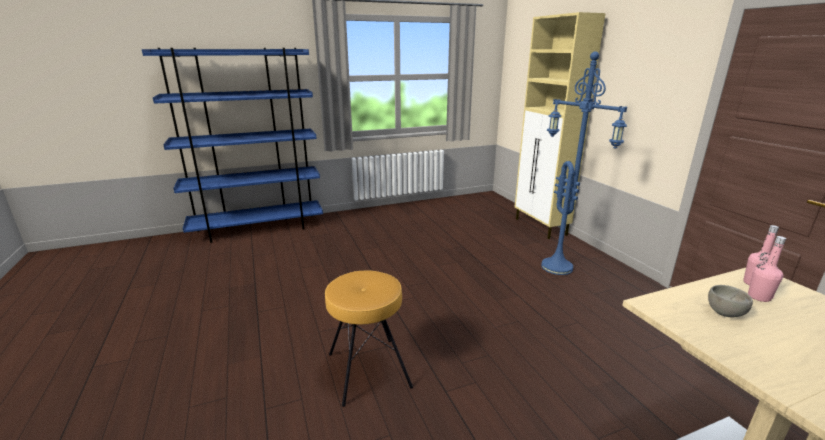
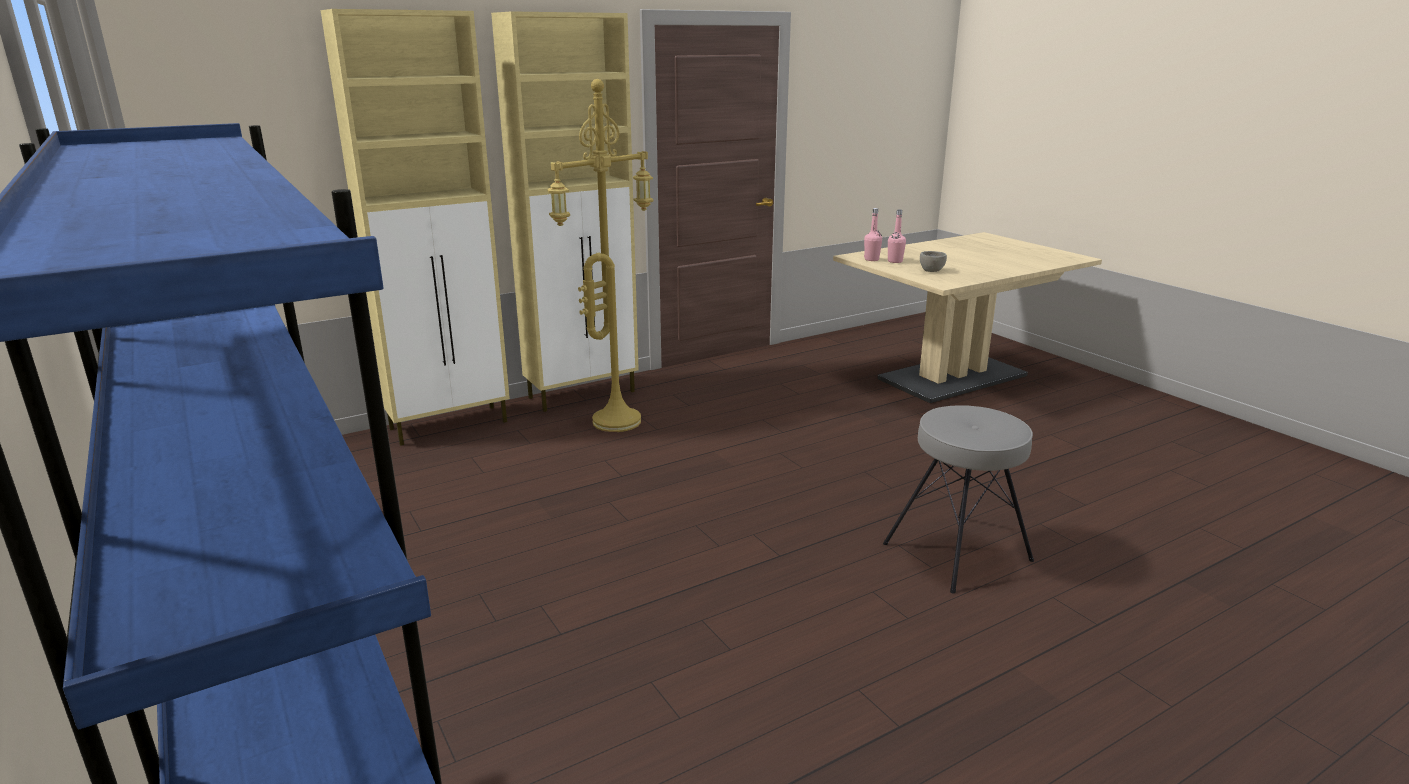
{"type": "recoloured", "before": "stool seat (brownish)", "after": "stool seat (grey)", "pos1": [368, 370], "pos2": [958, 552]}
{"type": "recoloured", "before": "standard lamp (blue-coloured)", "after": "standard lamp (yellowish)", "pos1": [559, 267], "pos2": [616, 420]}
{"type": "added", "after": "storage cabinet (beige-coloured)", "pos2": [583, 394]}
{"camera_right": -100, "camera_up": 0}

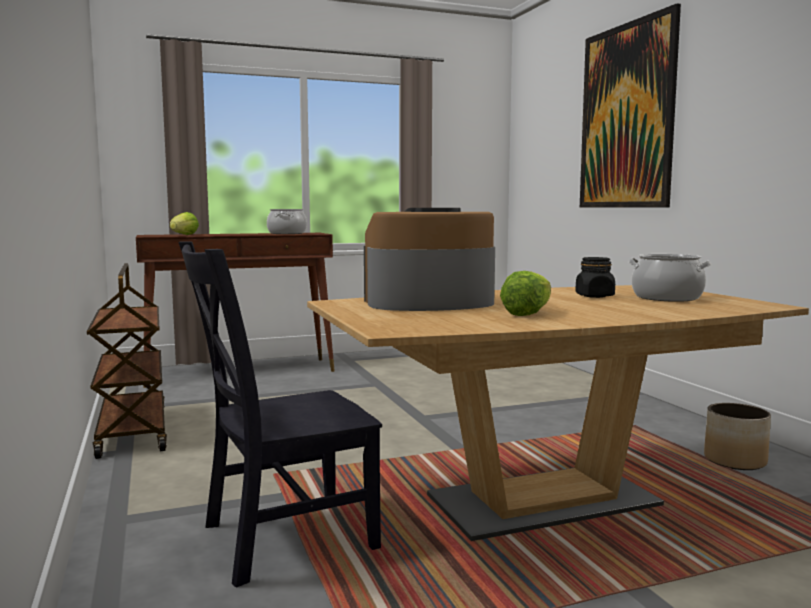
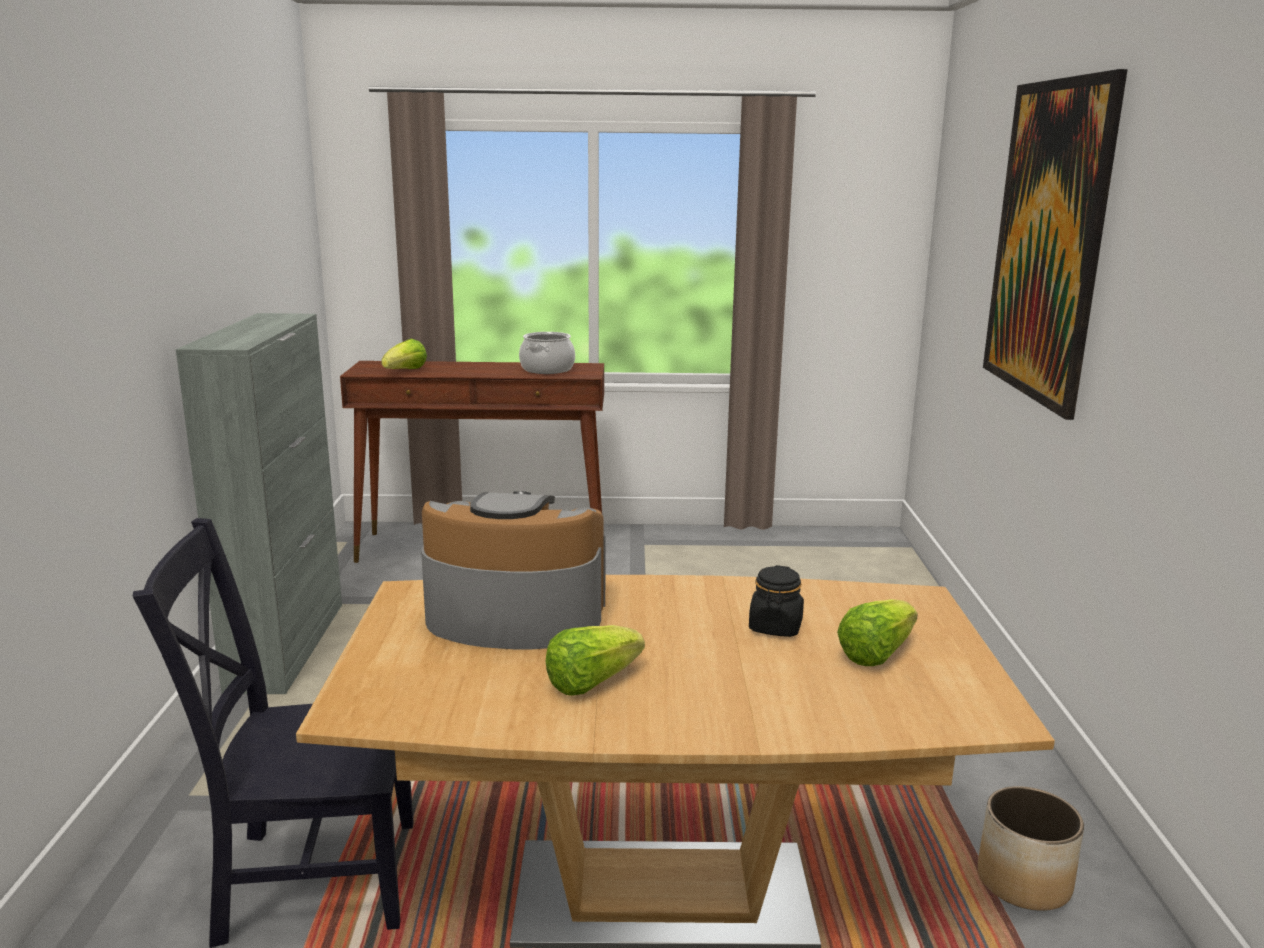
{"type": "replaced", "before": "wheeled cart (brownish)", "after": "storage cabinet (grey)", "pos1": [132, 431], "pos2": [288, 645]}
{"type": "replaced", "before": "stockpot", "after": "head of lettuce", "pos1": [666, 298], "pos2": [876, 653]}
{"camera_right": 20, "camera_up": 10}

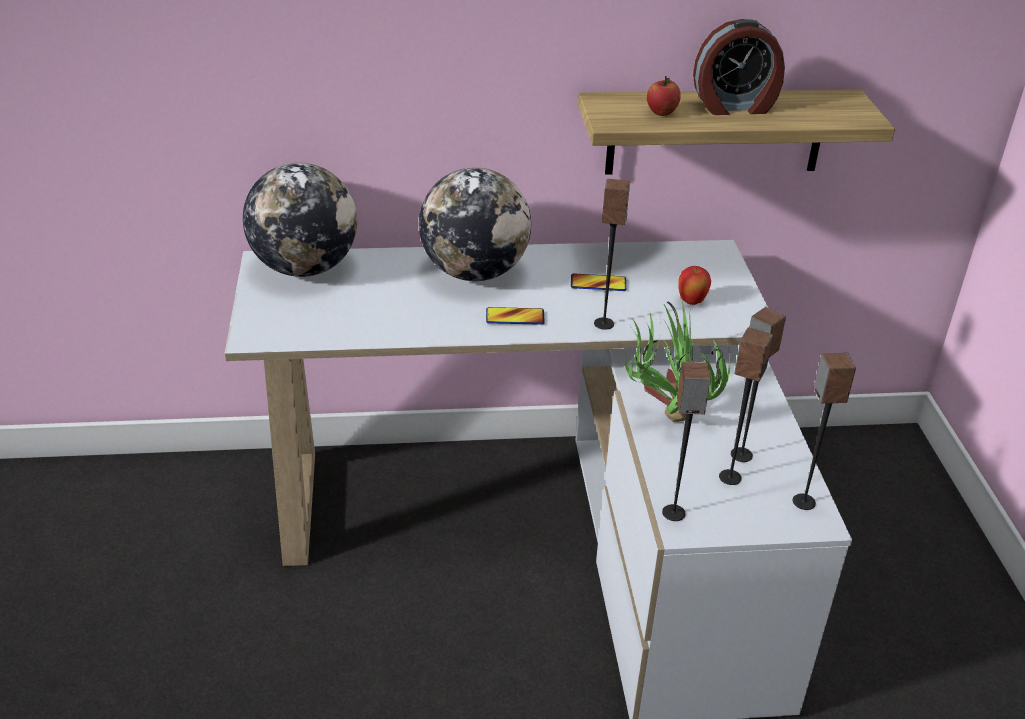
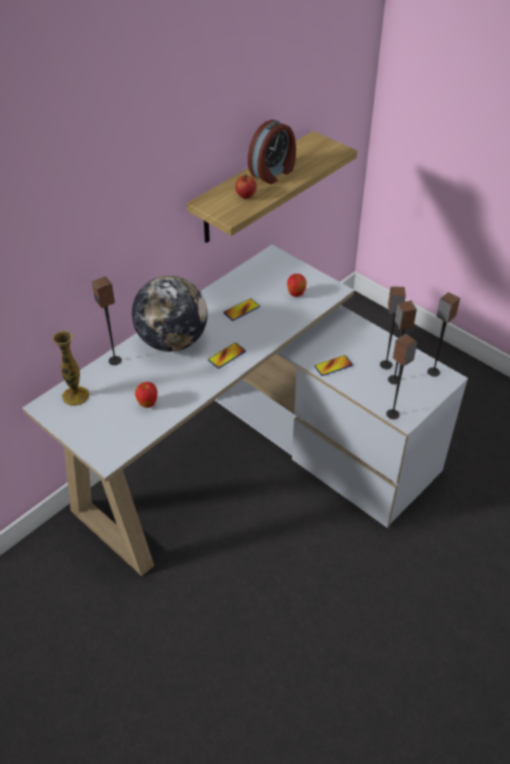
{"type": "replaced", "before": "globe", "after": "flower vase", "pos1": [304, 268], "pos2": [75, 396]}
{"type": "moved", "before": "loudspeaker", "pos1": [604, 324], "pos2": [115, 360]}
{"type": "replaced", "before": "plant in a pot", "after": "phone", "pos1": [663, 416], "pos2": [333, 366]}
{"type": "added", "after": "apple fruit", "pos2": [148, 404]}
{"camera_right": -40, "camera_up": 10}

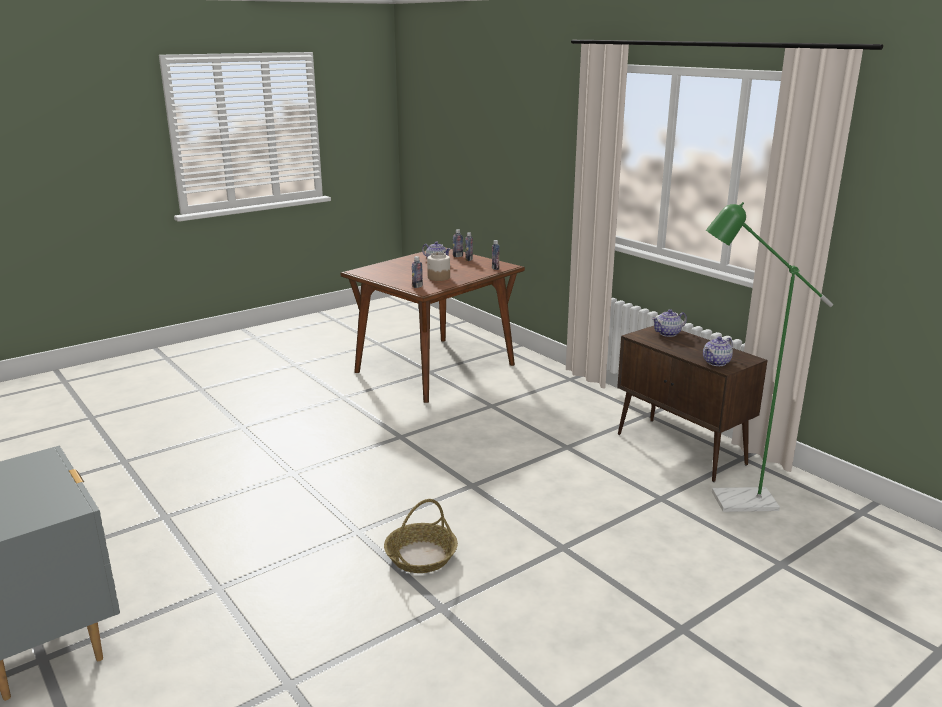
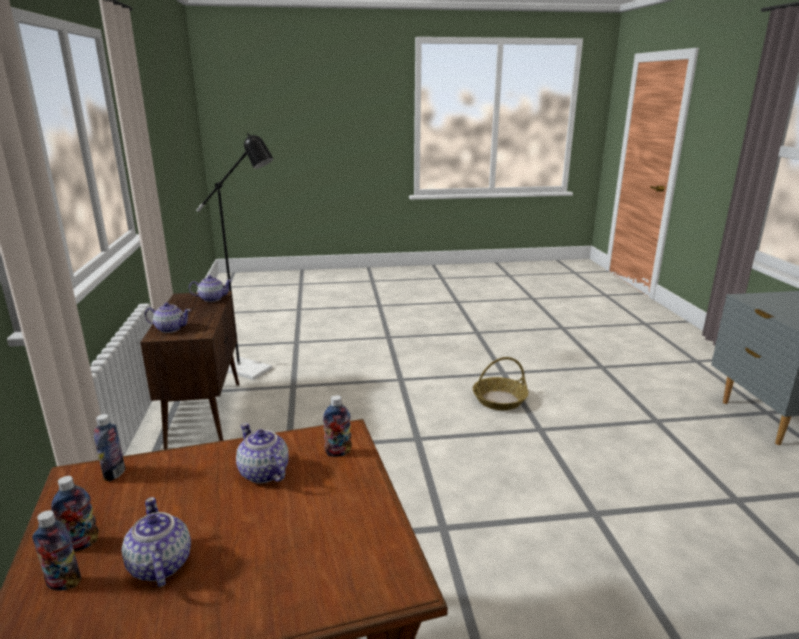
{"type": "replaced", "before": "storage jar", "after": "tea pot", "pos1": [438, 277], "pos2": [264, 473]}
{"type": "recoloured", "before": "standard lamp (greenish)", "after": "standard lamp (blackish)", "pos1": [733, 501], "pos2": [254, 371]}
{"camera_right": -150, "camera_up": 0}

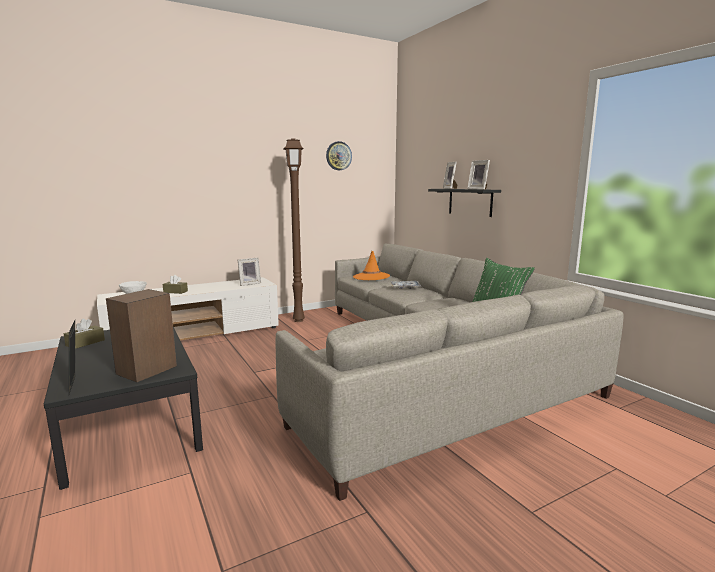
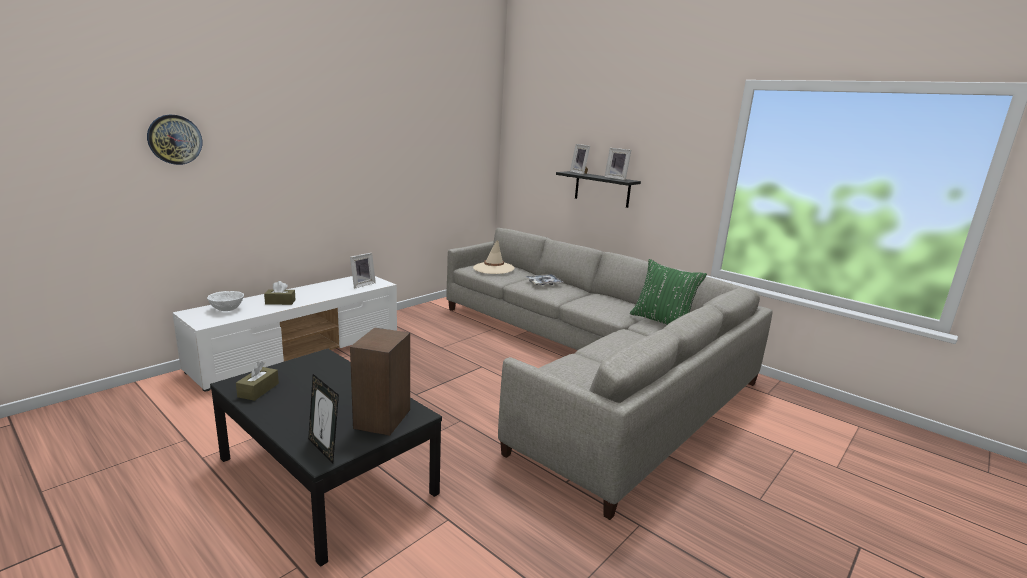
{"type": "removed", "before": "standard lamp (brownish)", "pos1": [299, 320]}
{"type": "moved", "before": "clock on the wall", "pos1": [338, 156], "pos2": [174, 139]}
{"type": "recoloured", "before": "wearable hat (orange)", "after": "wearable hat (beige-coloured)", "pos1": [371, 276], "pos2": [493, 268]}
{"camera_right": -20, "camera_up": 5}

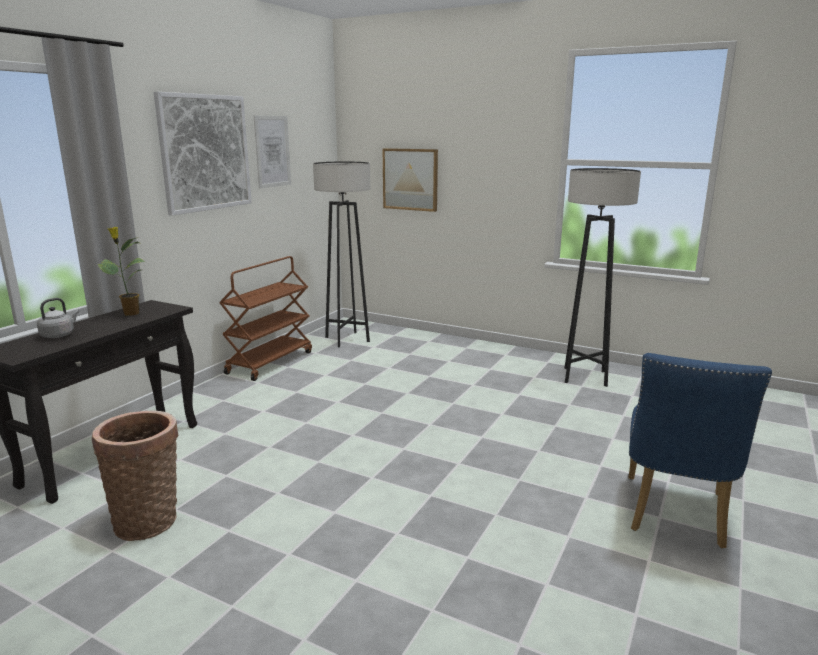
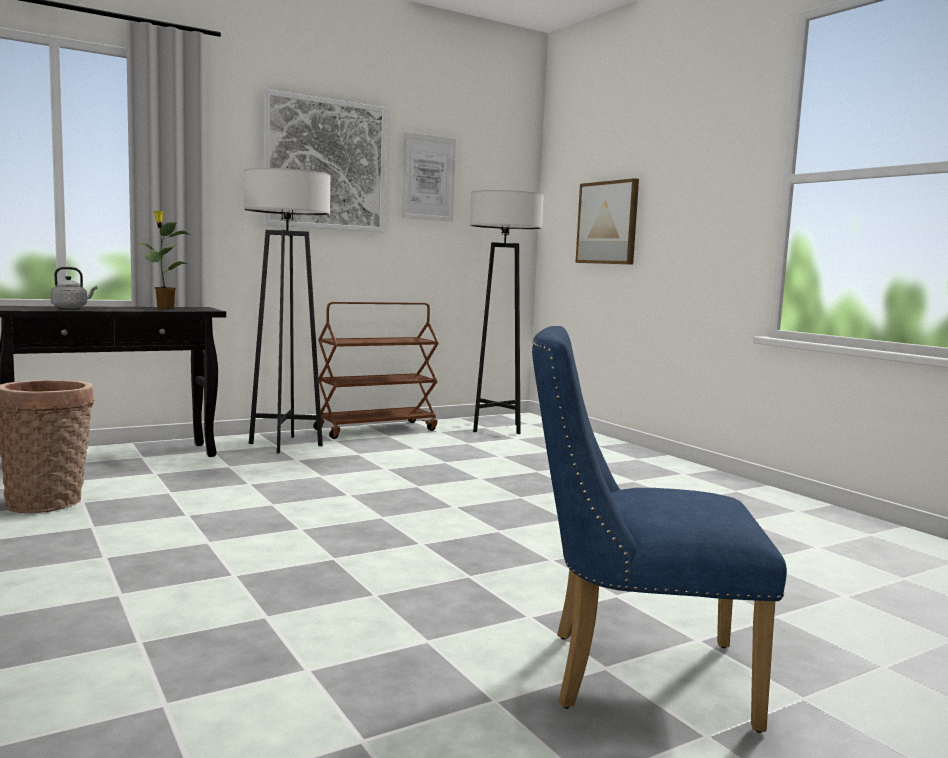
{"type": "moved", "before": "standard lamp (grey)", "pos1": [585, 377], "pos2": [285, 444]}
{"type": "turned", "before": "upright chair (blue-coloured)", "pos1": [674, 516], "pos2": [631, 674], "turn": 45}
{"camera_right": 30, "camera_up": -10}

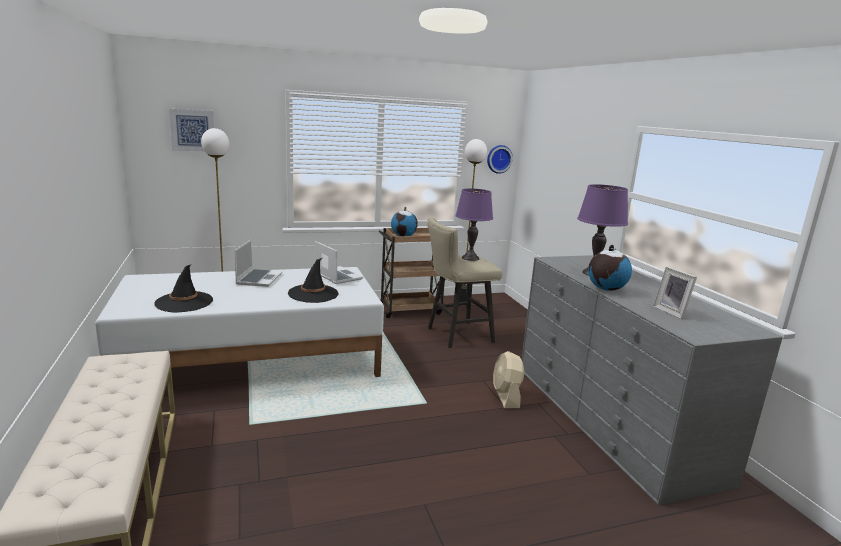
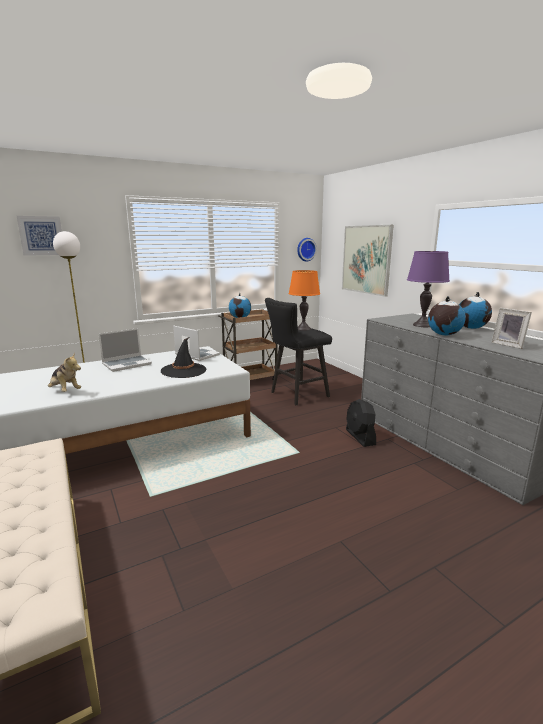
{"type": "replaced", "before": "wearable hat (blackish)", "after": "cuddly toy", "pos1": [184, 302], "pos2": [65, 391]}
{"type": "turned", "before": "laptop", "pos1": [259, 279], "pos2": [127, 364], "turn": 60}
{"type": "recoloured", "before": "stool seat (beige-coloured)", "after": "stool seat (blackish)", "pos1": [455, 335], "pos2": [296, 395]}
{"type": "recoloured", "before": "table lamp (purple-coloured)", "after": "table lamp (orange)", "pos1": [470, 258], "pos2": [303, 329]}
{"type": "removed", "before": "standard lamp", "pos1": [463, 300]}
{"type": "recoloured", "before": "cooling fan (beige-coloured)", "after": "cooling fan (blackish)", "pos1": [506, 396], "pos2": [360, 437]}
{"type": "added", "after": "wall art", "pos2": [366, 259]}
{"type": "added", "after": "globe", "pos2": [471, 328]}
{"camera_right": -10, "camera_up": 0}

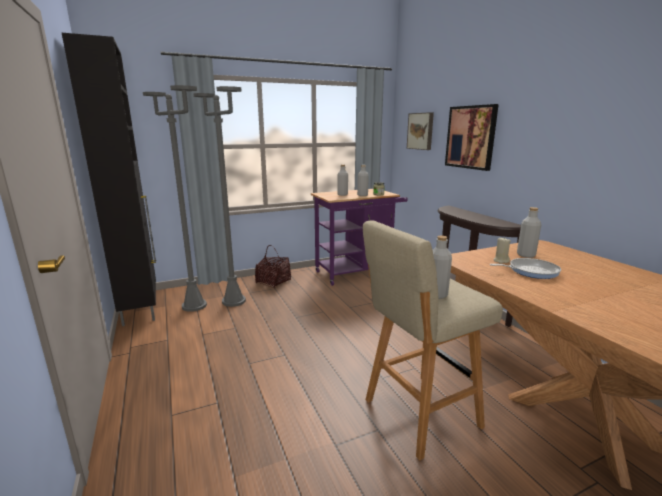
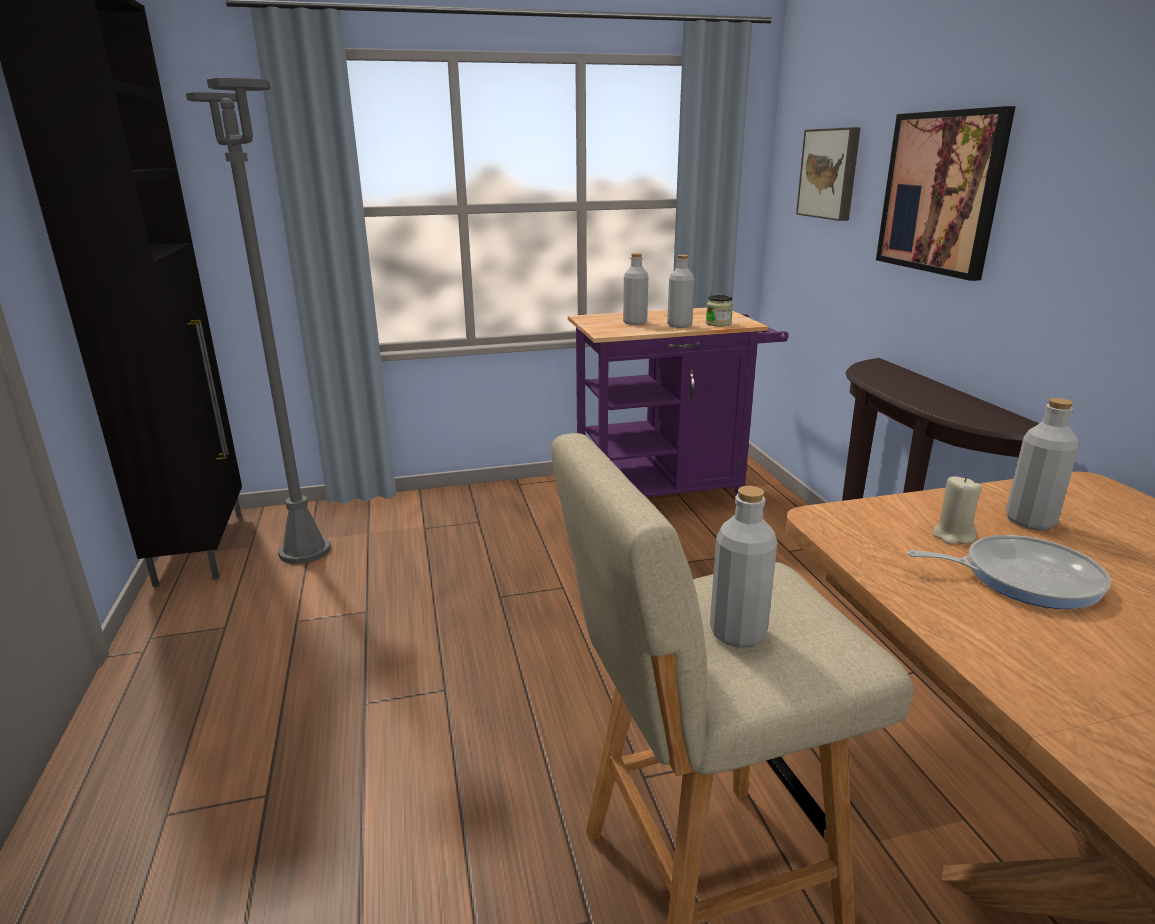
{"type": "removed", "before": "standard lamp (grey)", "pos1": [234, 301]}
{"type": "removed", "before": "storage basket", "pos1": [273, 281]}
{"camera_right": 10, "camera_up": 5}

